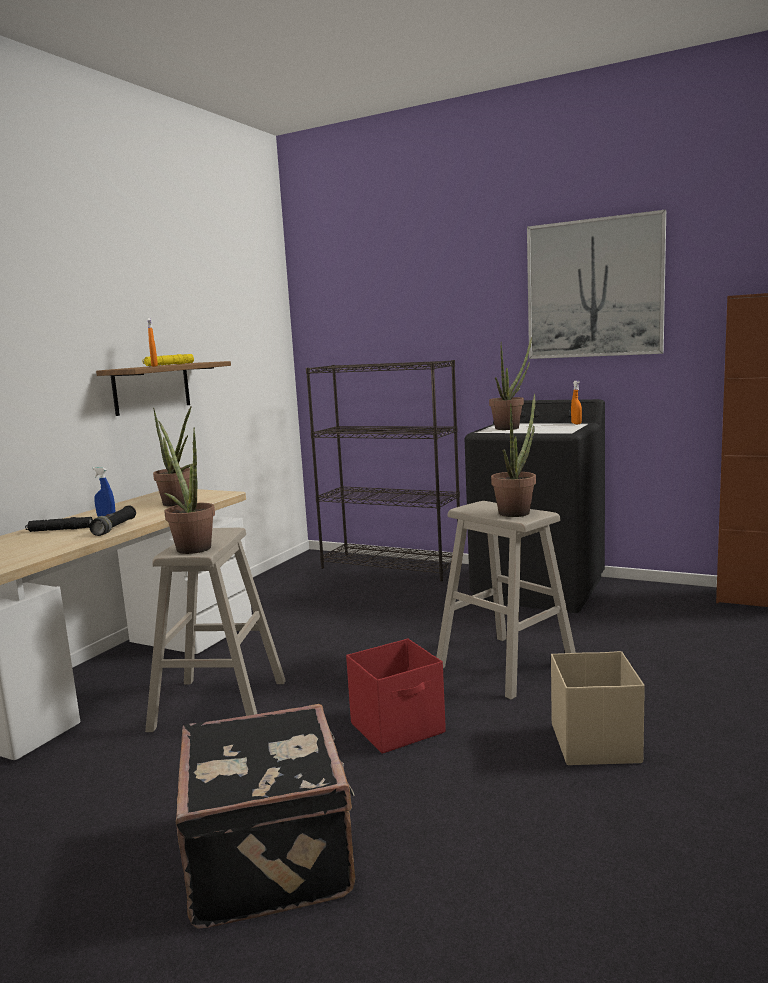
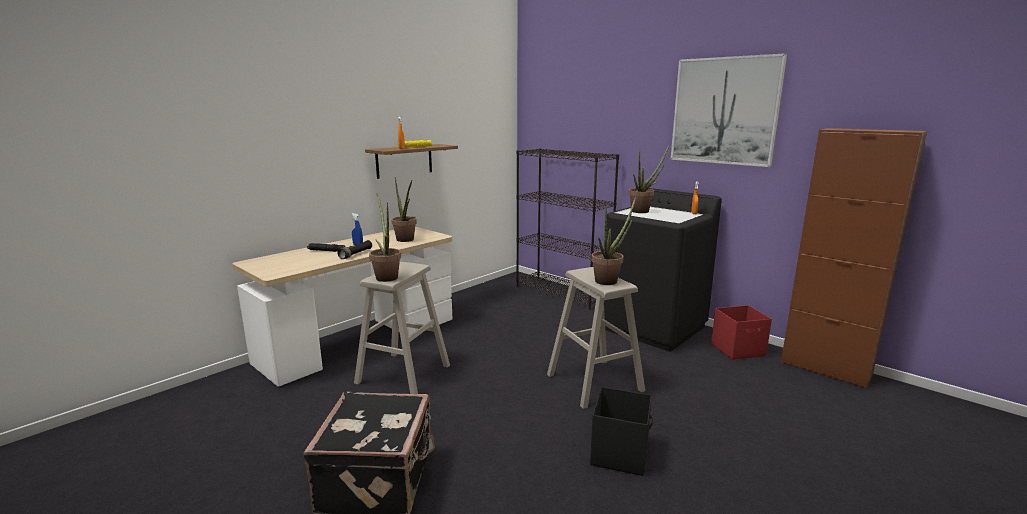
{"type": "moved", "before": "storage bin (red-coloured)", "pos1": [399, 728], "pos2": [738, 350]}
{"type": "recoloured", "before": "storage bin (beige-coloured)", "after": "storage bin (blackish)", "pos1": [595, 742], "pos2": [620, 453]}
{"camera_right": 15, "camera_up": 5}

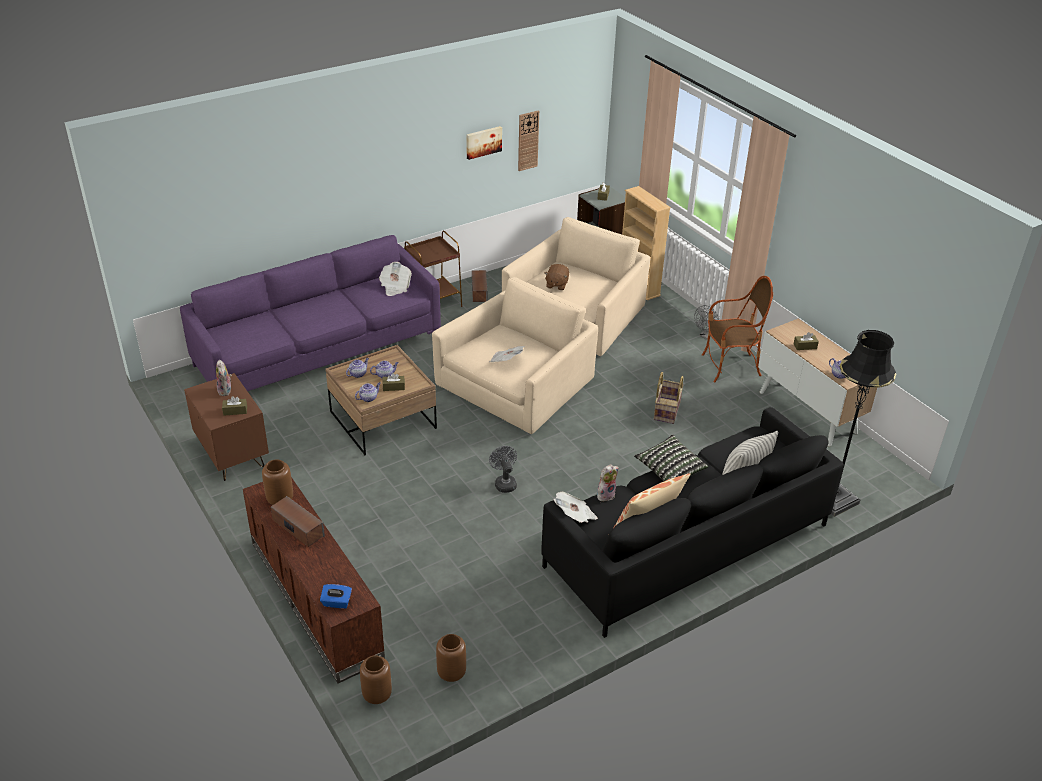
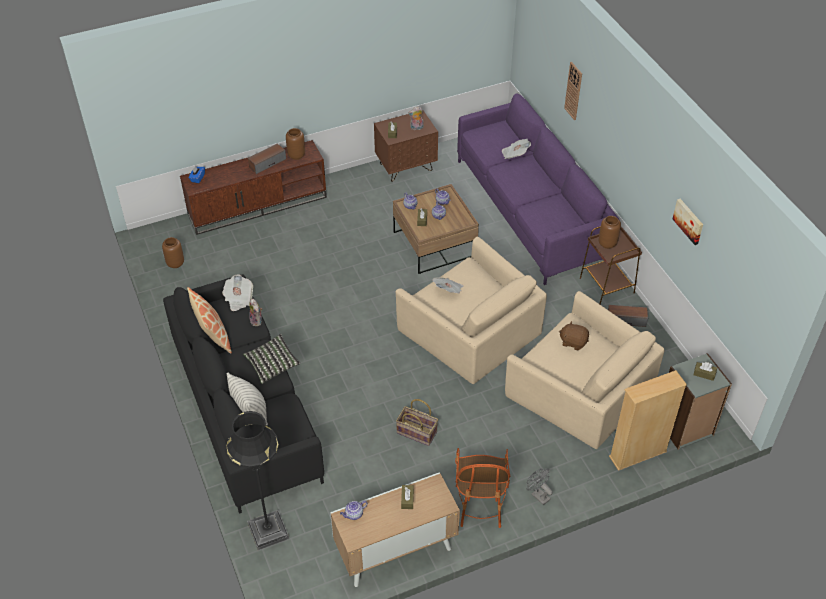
{"type": "moved", "before": "flower vase (brownish)", "pos1": [376, 695], "pos2": [607, 243]}
{"type": "moved", "before": "printed paper", "pos1": [395, 287], "pos2": [515, 154]}
{"type": "removed", "before": "cooling fan (grey)", "pos1": [504, 483]}
{"type": "moved", "before": "clock on the wall", "pos1": [528, 140], "pos2": [573, 91]}
{"camera_right": 100, "camera_up": 10}

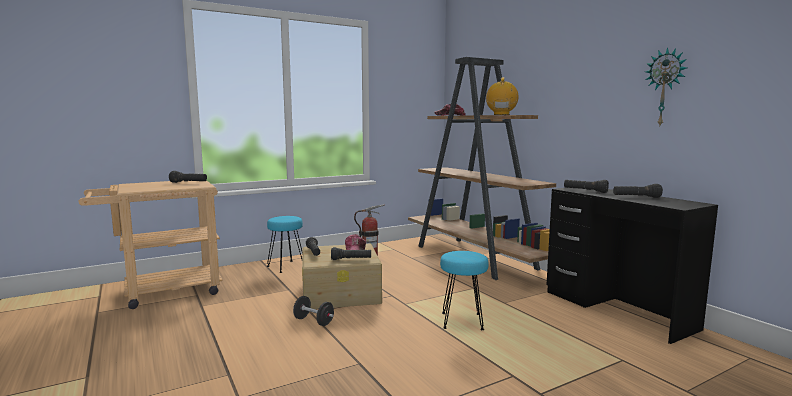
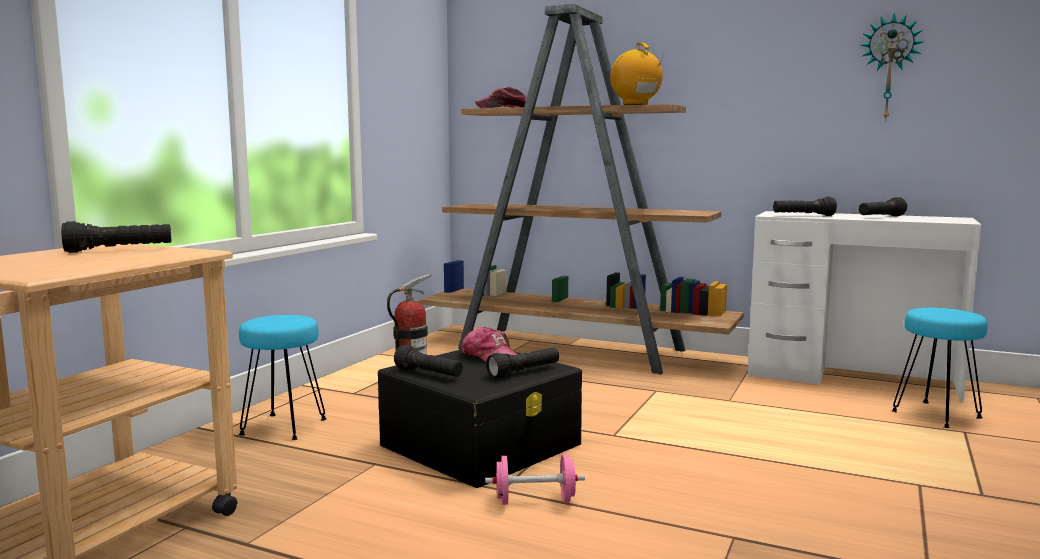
{"type": "recoloured", "before": "dumbbell (blackish)", "after": "dumbbell (pinkish)", "pos1": [313, 321], "pos2": [535, 501]}
{"type": "recoloured", "before": "storage bin (beige-coloured)", "after": "storage bin (blackish)", "pos1": [341, 292], "pos2": [482, 444]}
{"type": "moved", "before": "stool seat (turquoise-coloured)", "pos1": [463, 321], "pos2": [937, 414]}
{"type": "recoloured", "before": "desk unit (blackish)", "after": "desk unit (white)", "pos1": [617, 309], "pos2": [851, 378]}
{"camera_right": -35, "camera_up": 0}

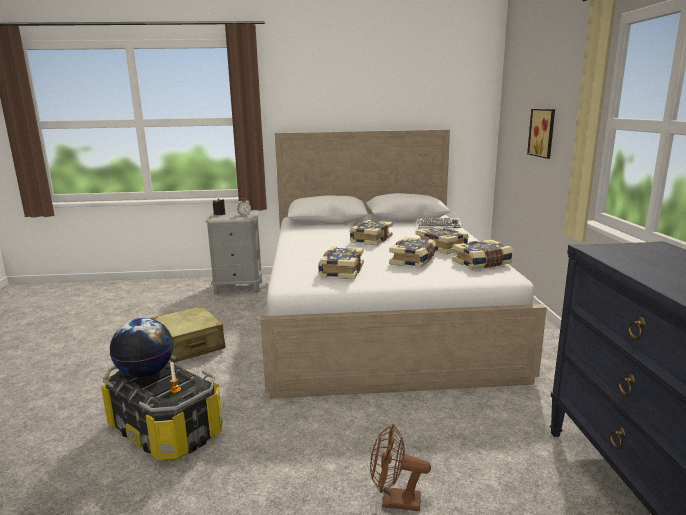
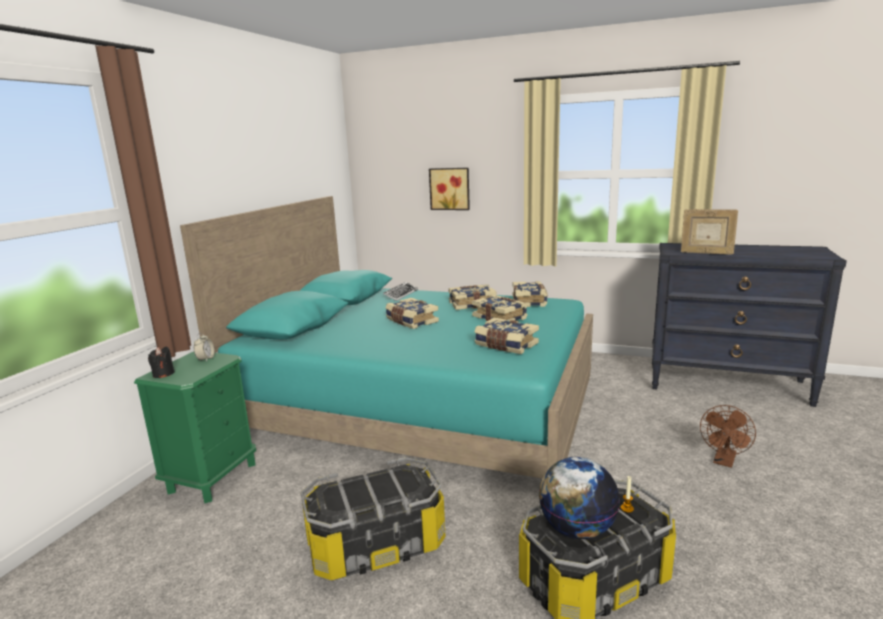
{"type": "replaced", "before": "piece of luggage (beige-coloured)", "after": "storage bin", "pos1": [189, 345], "pos2": [376, 545]}
{"type": "recoloured", "before": "bedside table (grey)", "after": "bedside table (greenish)", "pos1": [239, 287], "pos2": [212, 477]}
{"type": "recoloured", "before": "bedroom bed (white)", "after": "bedroom bed (turquoise-coloured)", "pos1": [379, 316], "pos2": [420, 402]}
{"type": "added", "after": "standing frame", "pos2": [706, 253]}
{"camera_right": -65, "camera_up": 0}

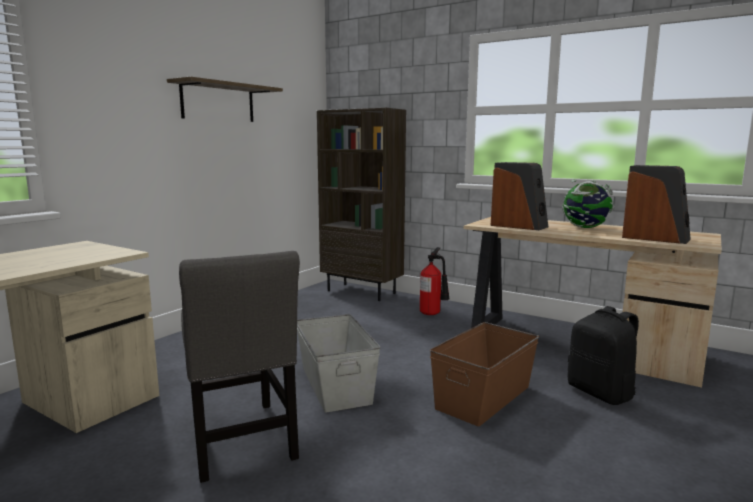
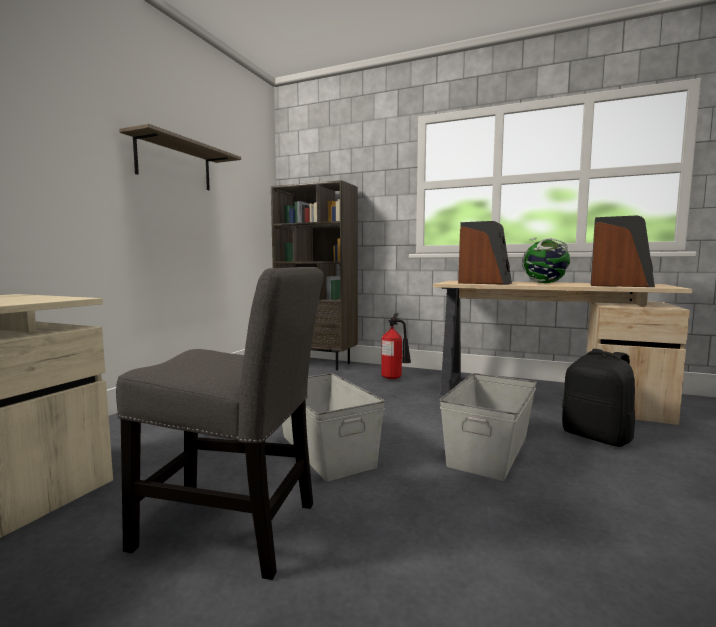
{"type": "turned", "before": "upright chair (grey)", "pos1": [242, 442], "pos2": [235, 529], "turn": -45}
{"type": "recoloured", "before": "storage bin (brownish)", "after": "storage bin (grey)", "pos1": [482, 397], "pos2": [488, 450]}
{"camera_right": -10, "camera_up": -5}

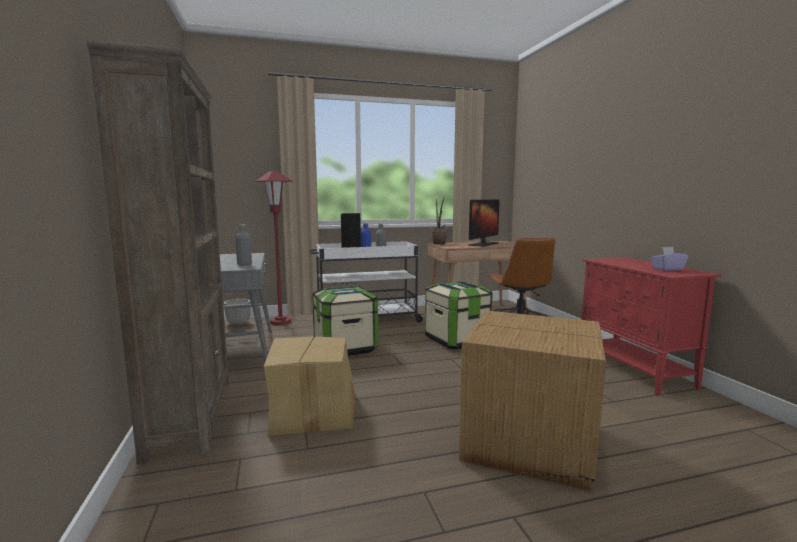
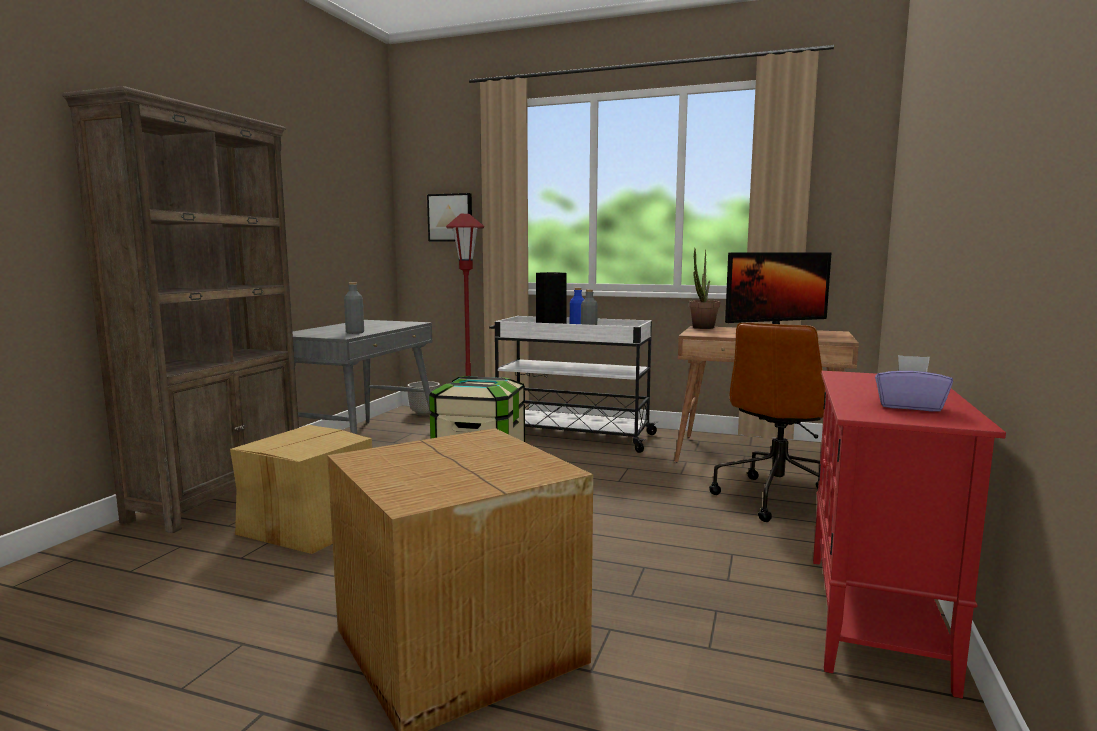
{"type": "removed", "before": "storage bin", "pos1": [457, 340]}
{"type": "added", "after": "wall art", "pos2": [451, 218]}
{"camera_right": 35, "camera_up": 0}

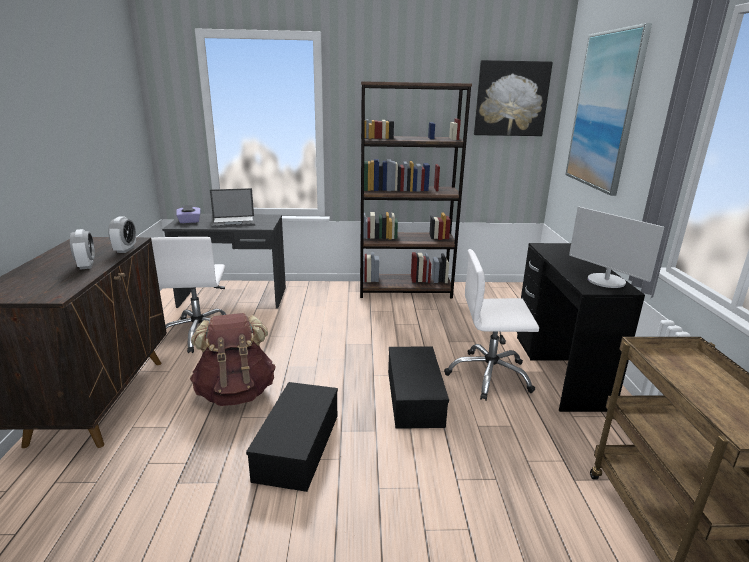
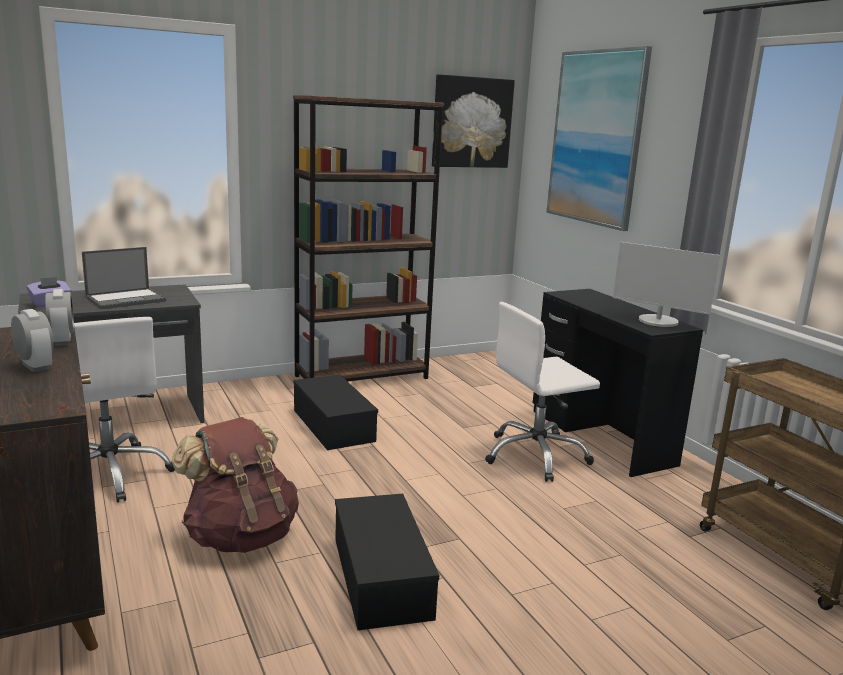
{"type": "moved", "before": "storage bin (blackish)", "pos1": [413, 396], "pos2": [331, 425]}
{"camera_right": -25, "camera_up": -5}

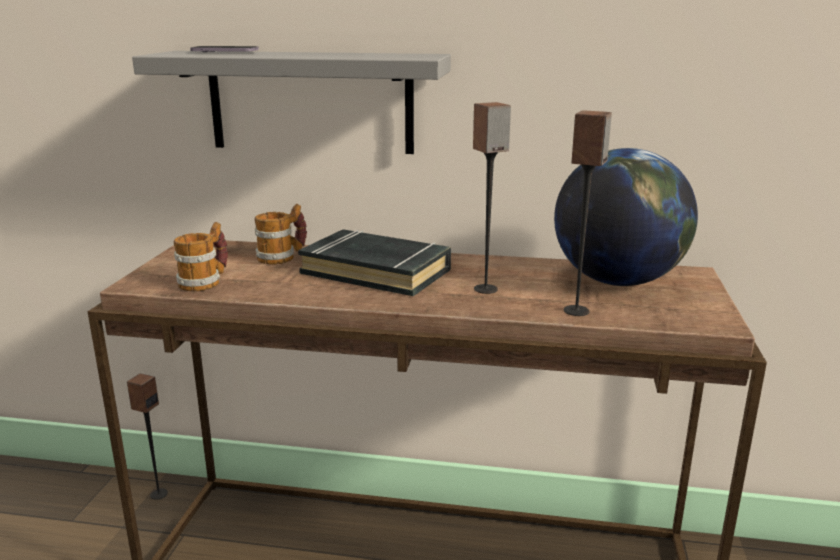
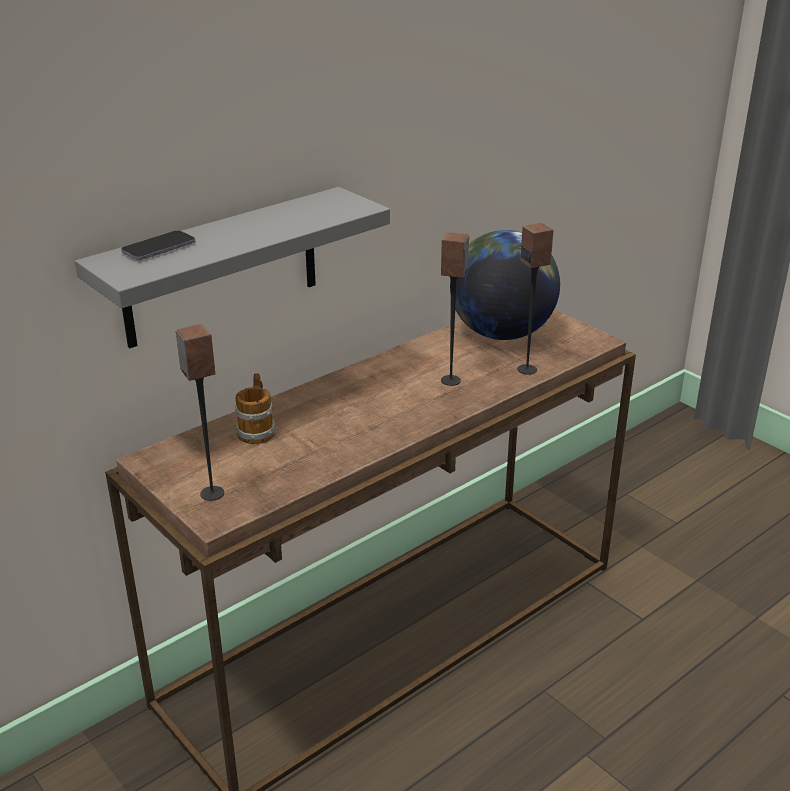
{"type": "moved", "before": "loudspeaker", "pos1": [158, 494], "pos2": [211, 493]}
{"type": "removed", "before": "tea mug", "pos1": [205, 281]}
{"type": "removed", "before": "book (blackish)", "pos1": [376, 271]}
{"camera_right": -50, "camera_up": 10}

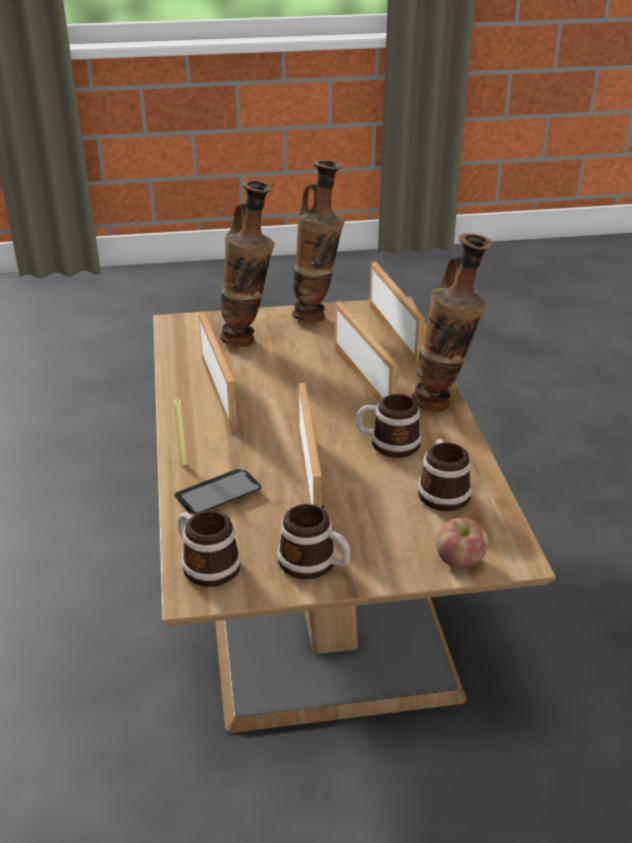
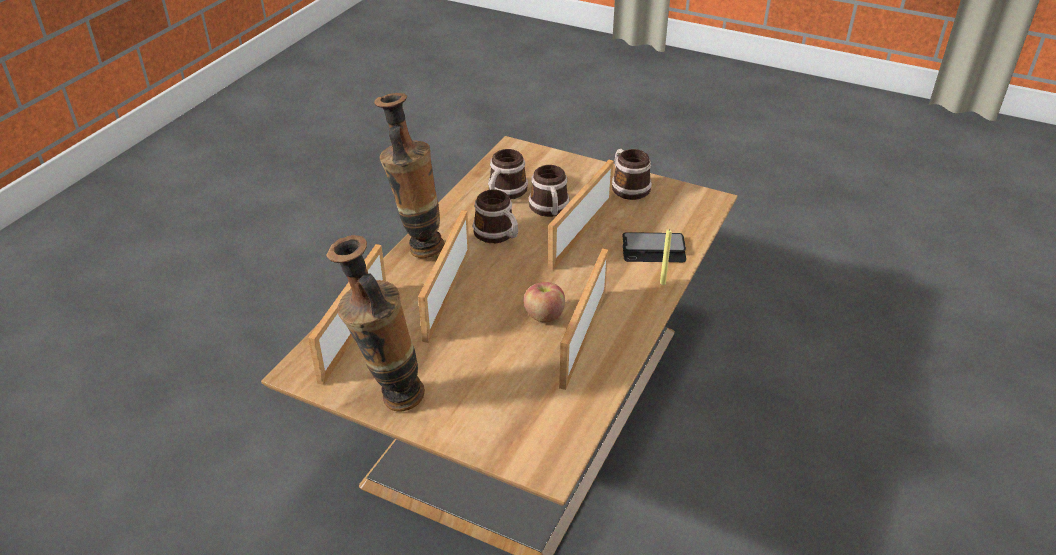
{"type": "moved", "before": "tea mug", "pos1": [206, 564], "pos2": [550, 210]}
{"type": "removed", "before": "flower vase", "pos1": [249, 339]}
{"type": "moved", "before": "apple fruit", "pos1": [460, 561], "pos2": [544, 315]}
{"camera_right": -145, "camera_up": 5}

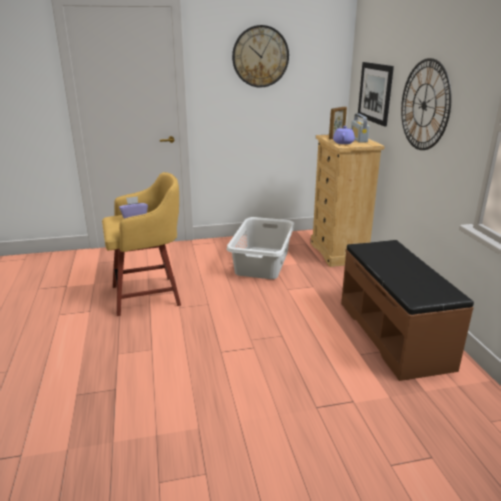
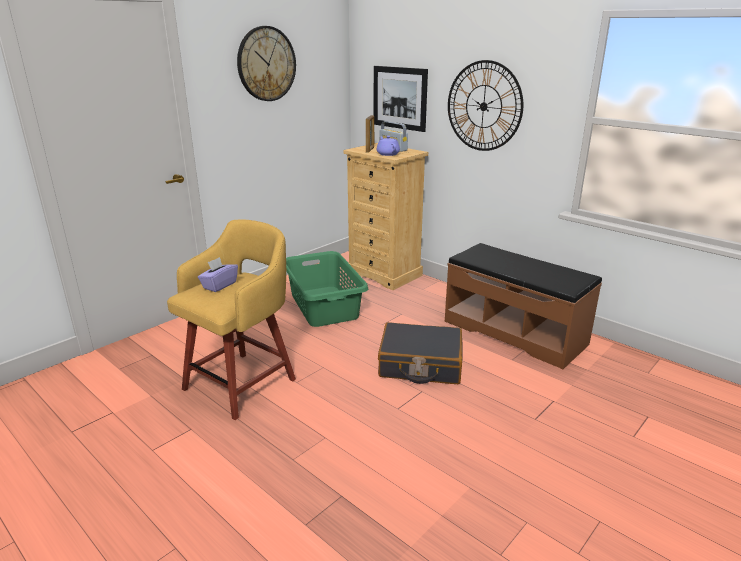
{"type": "recoloured", "before": "laundry basket (grey)", "after": "laundry basket (greenish)", "pos1": [263, 262], "pos2": [324, 305]}
{"type": "added", "after": "piece of luggage (blackish)", "pos2": [420, 364]}
{"camera_right": -35, "camera_up": 0}

